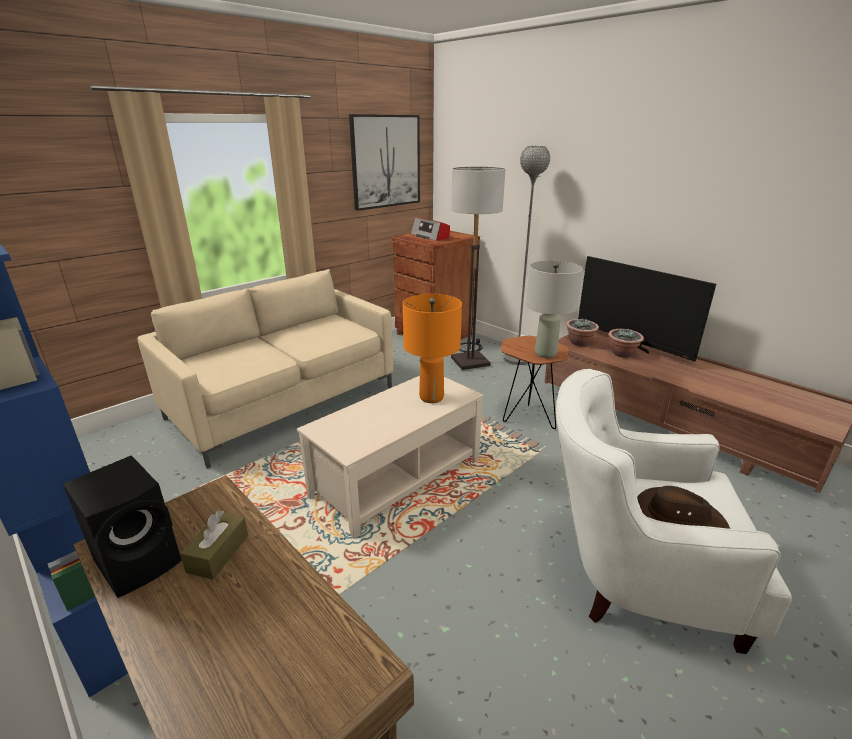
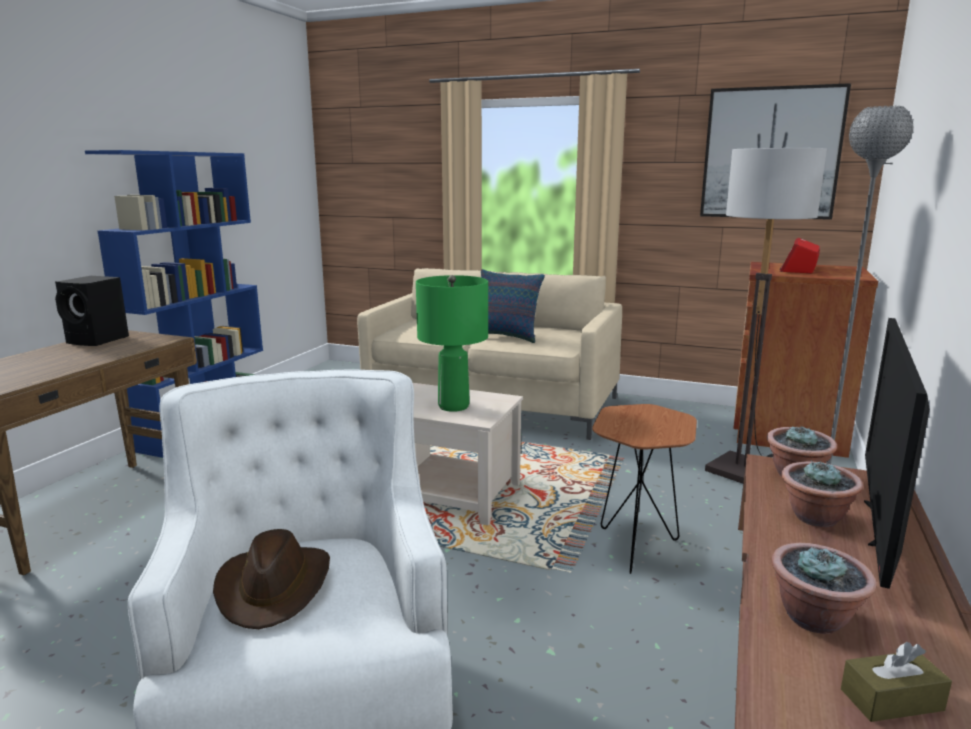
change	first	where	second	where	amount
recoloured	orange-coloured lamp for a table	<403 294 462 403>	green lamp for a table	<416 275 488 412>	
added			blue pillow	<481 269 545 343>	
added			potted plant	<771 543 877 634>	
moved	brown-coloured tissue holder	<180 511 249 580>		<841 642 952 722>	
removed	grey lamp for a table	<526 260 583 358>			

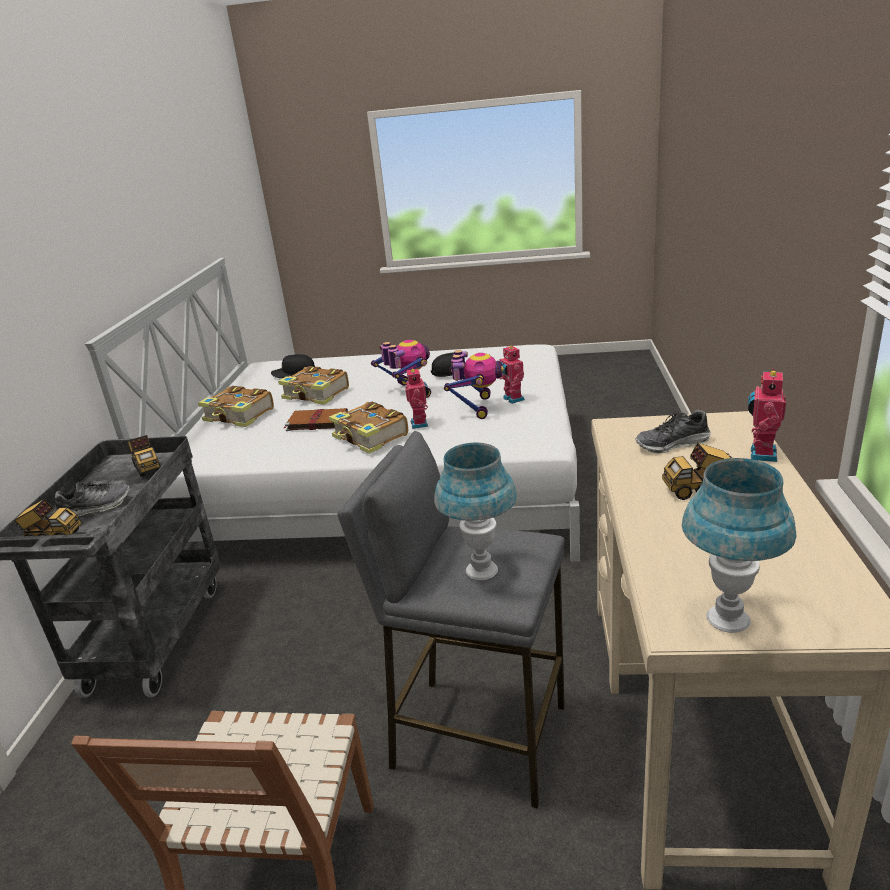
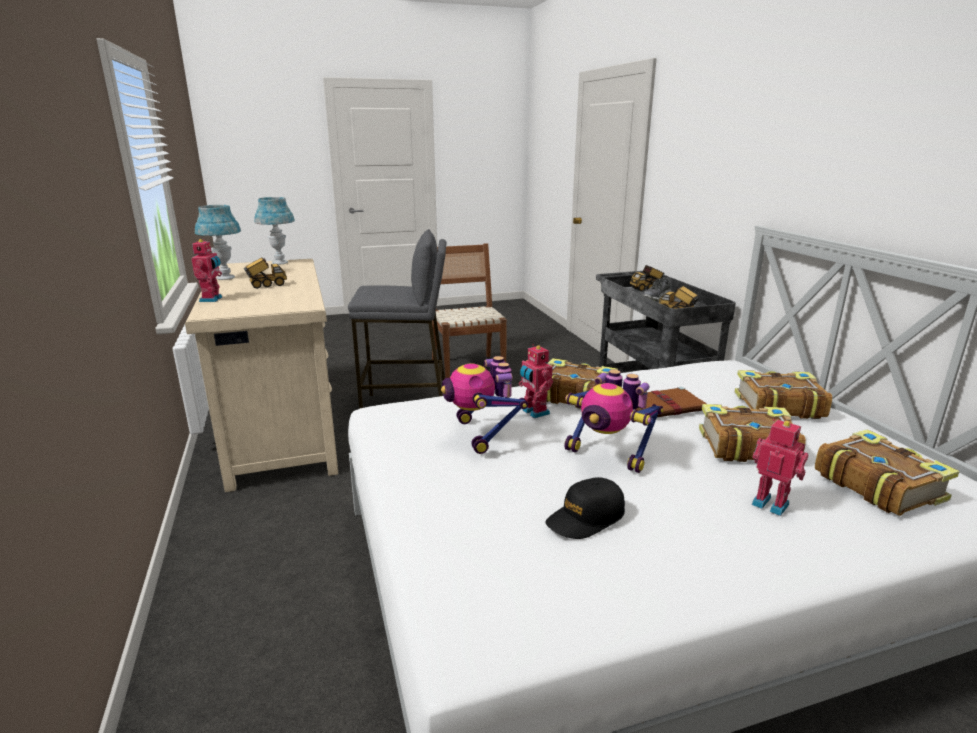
change	first	where	second	where	amount
moved	blue lamp for a table	<434 443 517 581>		<195 205 241 280>	
moved	model robot	<499 345 525 404>		<752 419 808 516>	
replaced	blackish peaked cap	<271 354 315 378>	volume	<815 429 960 516>	
removed	item of footwear	<635 410 711 454>			

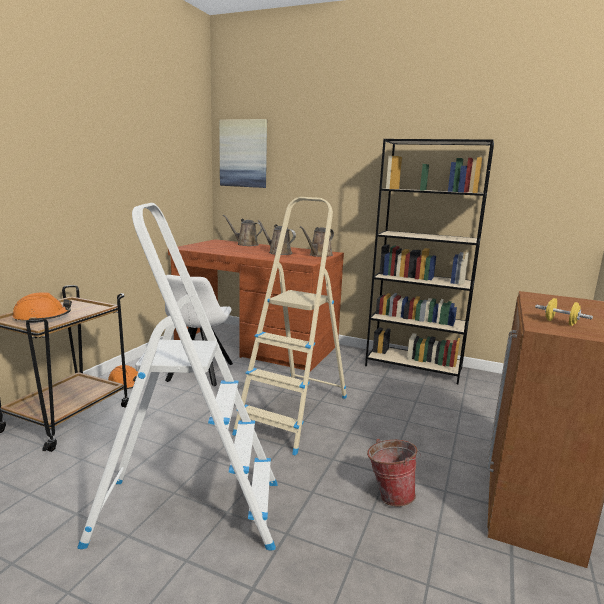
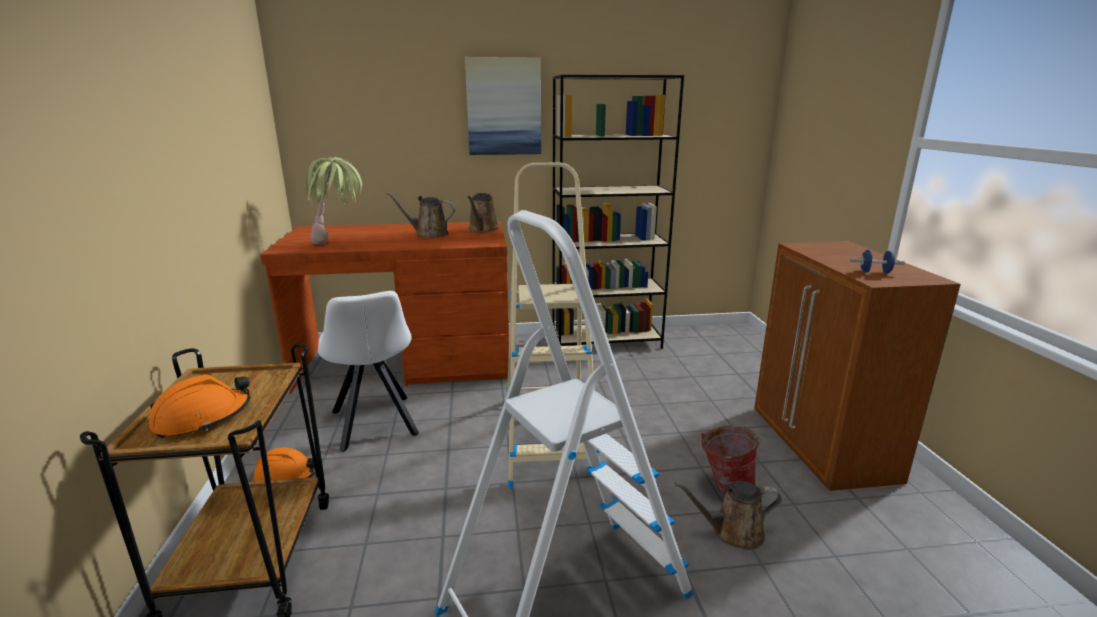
change	first	where	second	where	amount
added			potted plant	<307 157 362 245>	
moved	wall art	<219 119 267 188>		<465 57 541 155>	
moved	brown-coloured watering pot	<223 215 263 246>		<675 481 782 550>	
recoloured	yellow-coloured hand weight	<535 298 593 326>	blue hand weight	<850 250 905 274>	

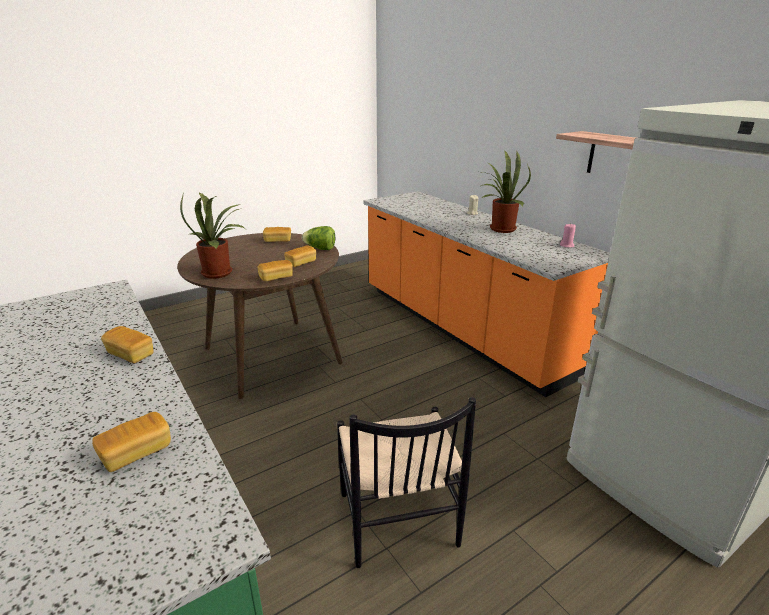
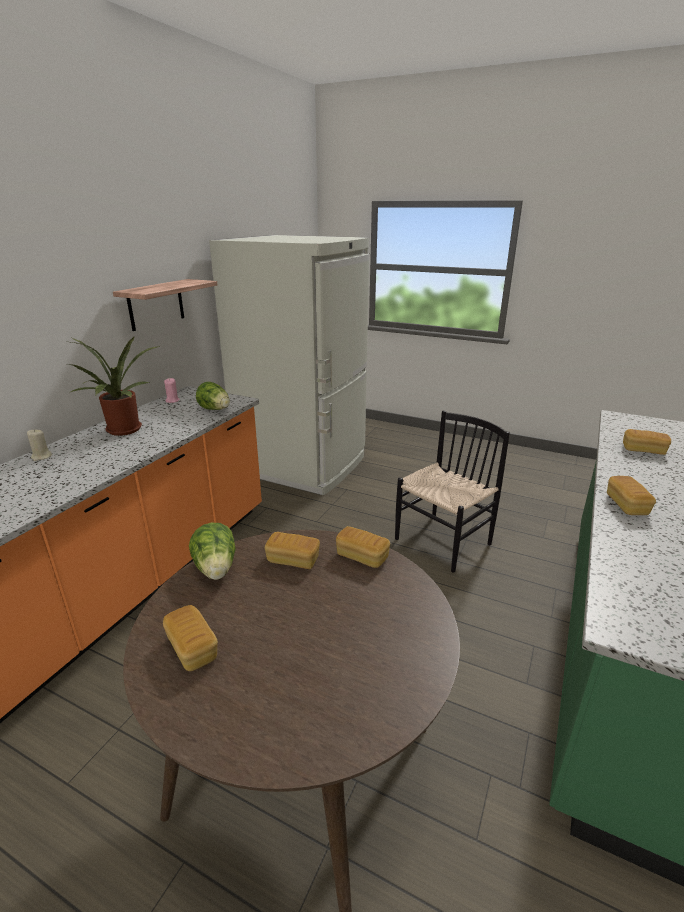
change	first	where	second	where	amount
added			lettuce head	<196 382 230 410>	
removed	potted plant	<180 193 245 279>			

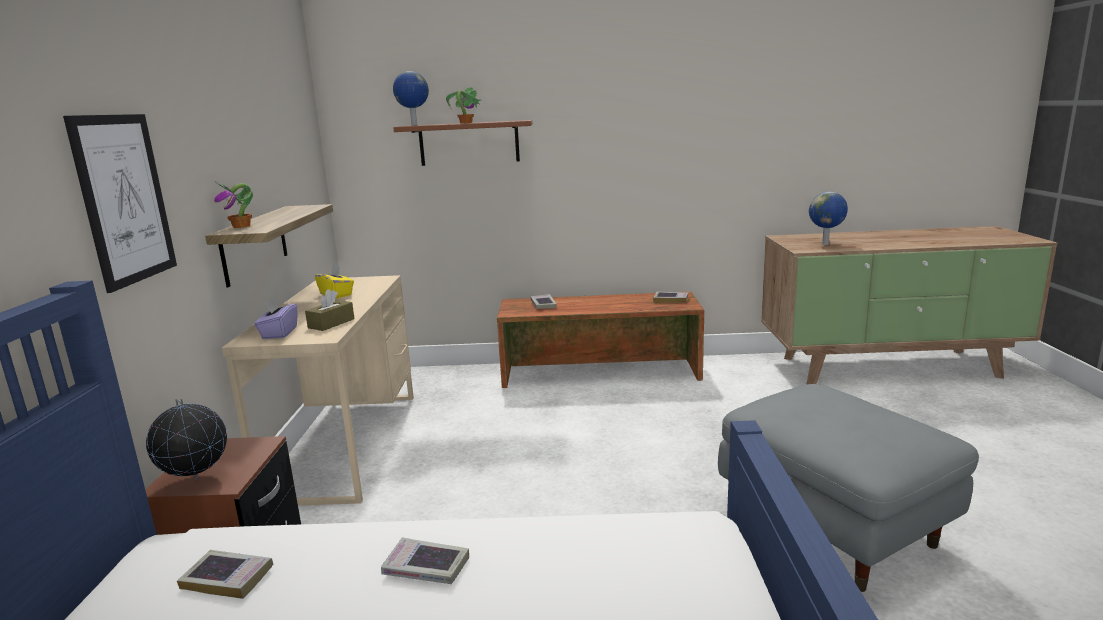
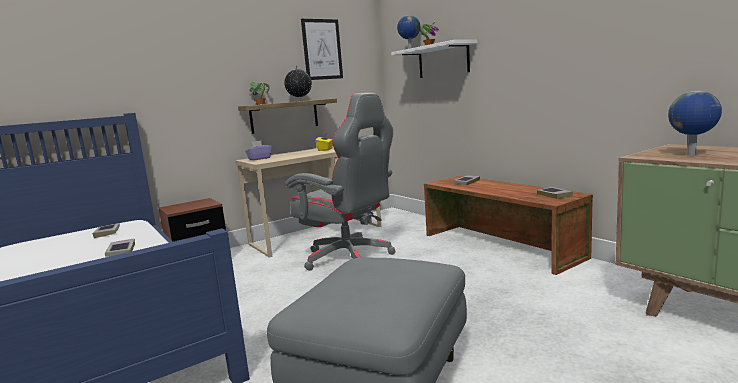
change	first	where	second	where	amount
moved	world globe	<146 399 227 480>		<284 66 312 101>	
added			grey office chair	<285 92 395 271>	
moved	wall art	<63 114 177 293>		<301 19 343 80>	
recoloured	brown-coloured wall shelf	<393 120 533 166>	whitish wall shelf	<391 40 477 78>	
removed	brown-coloured tissue holder	<305 289 355 331>			

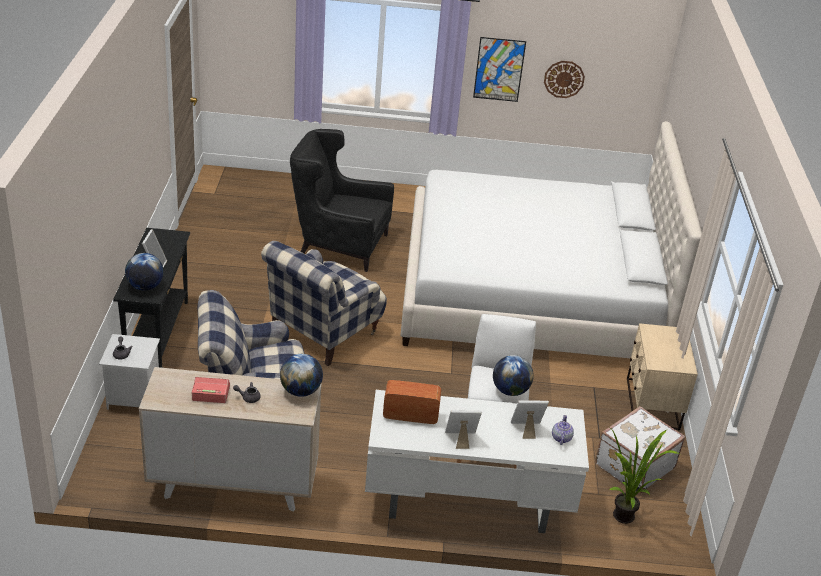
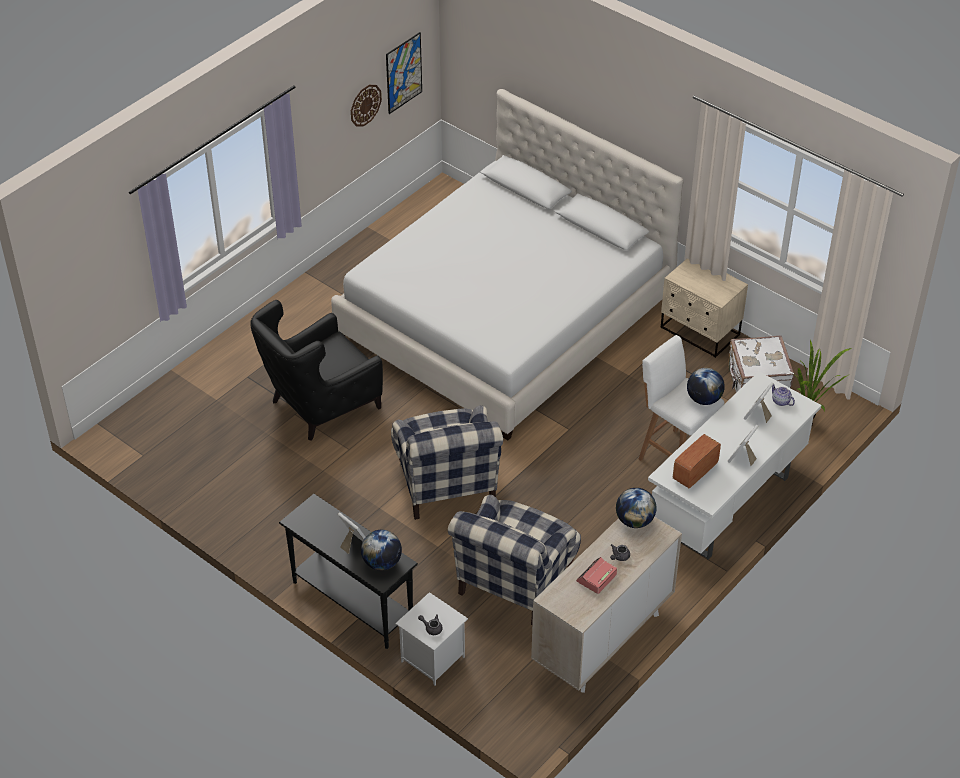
change	first	where	second	where	amount
moved	wall art	<473 37 526 102>		<386 32 422 114>	

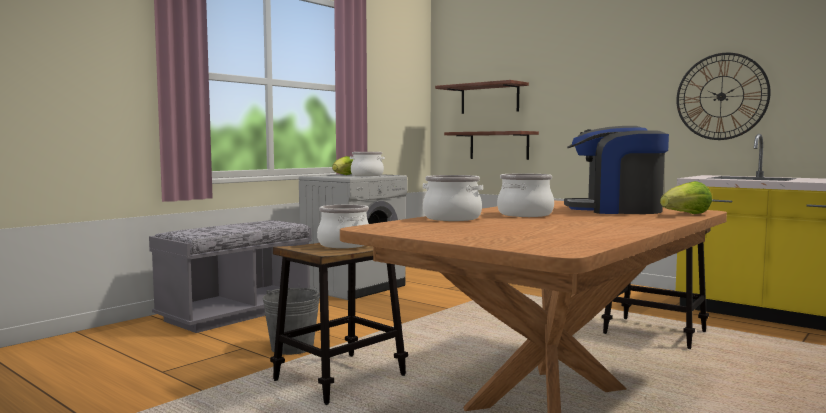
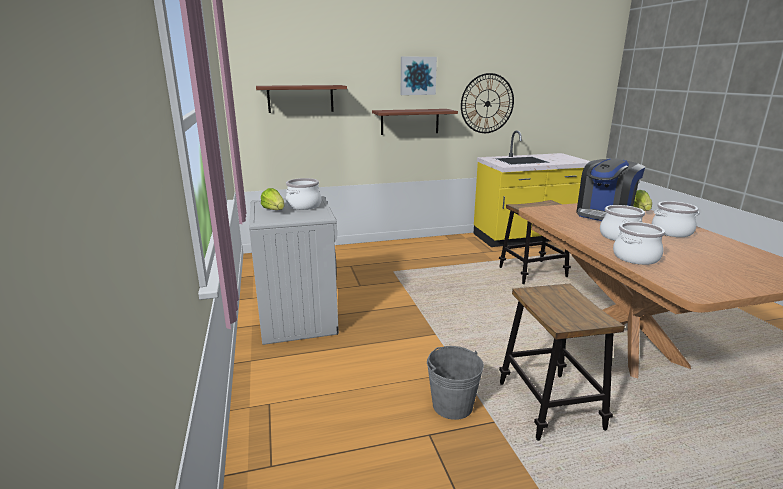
change	first	where	second	where	amount
moved	wall shelf	<444 131 539 160>		<372 109 458 135>	
added			wall art	<401 57 437 95>	
moved	stockpot	<317 205 369 248>		<652 201 699 237>	
removed	grey bench	<149 220 312 333>			

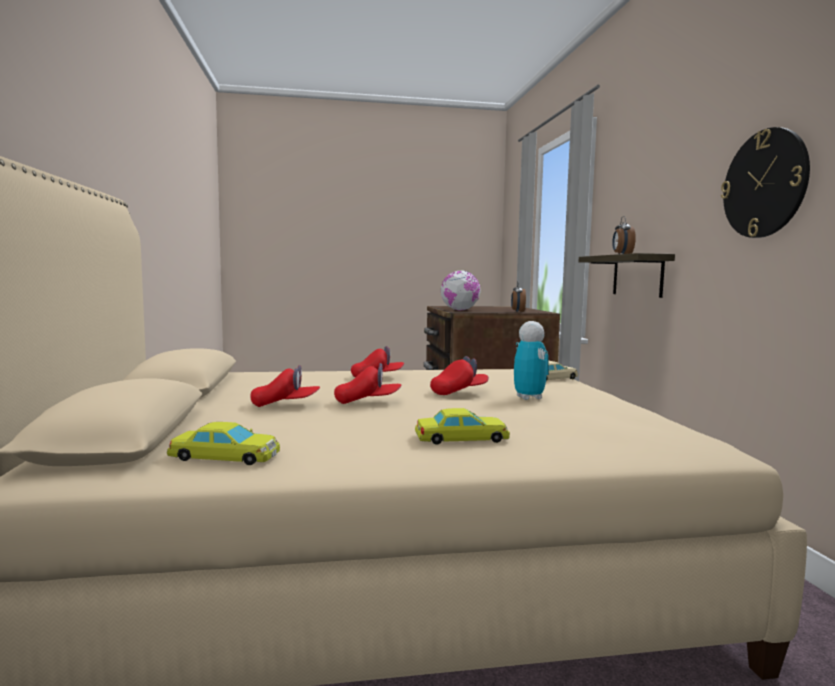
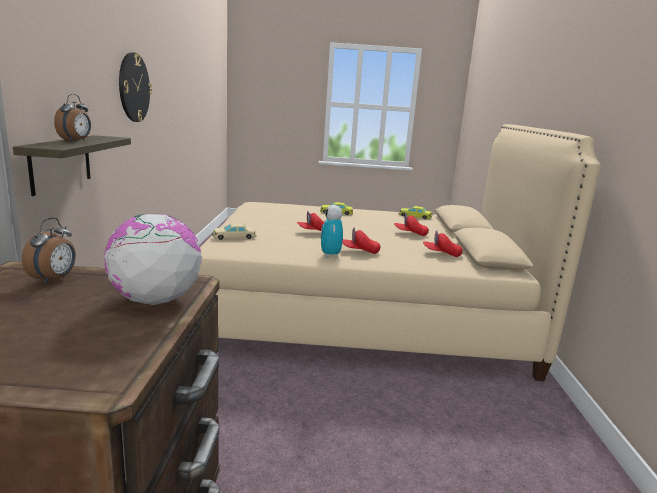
change	first	where	second	where	amount
moved	model robot	<514 321 549 400>		<321 205 343 258>	
moved	red-coloured peaked cap	<334 363 401 404>		<423 230 463 257>	

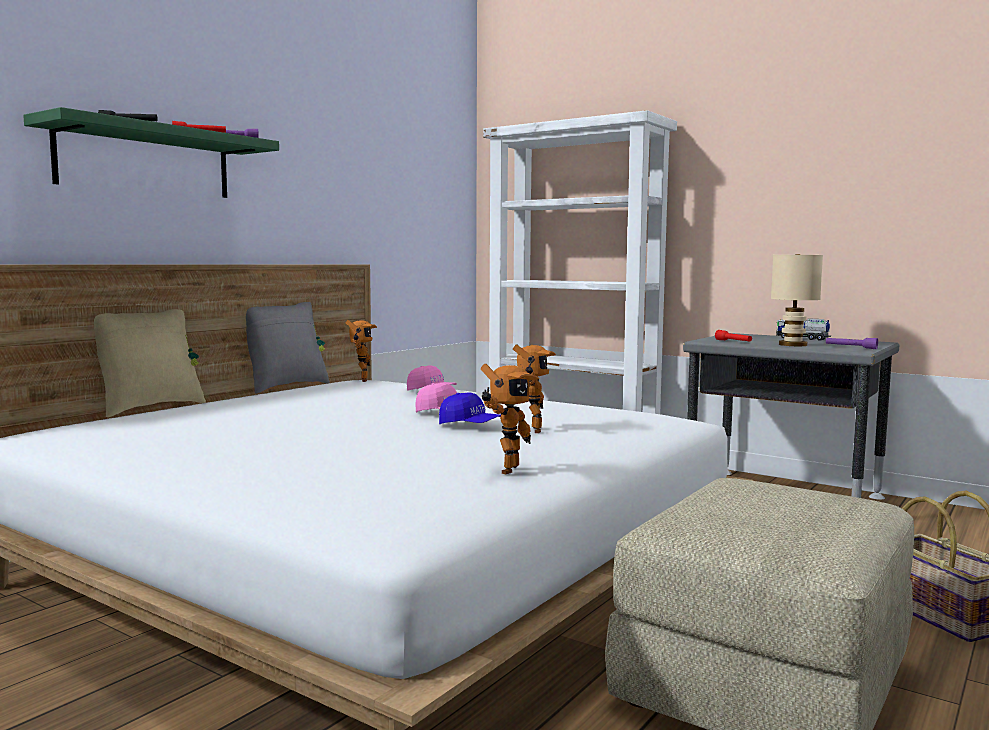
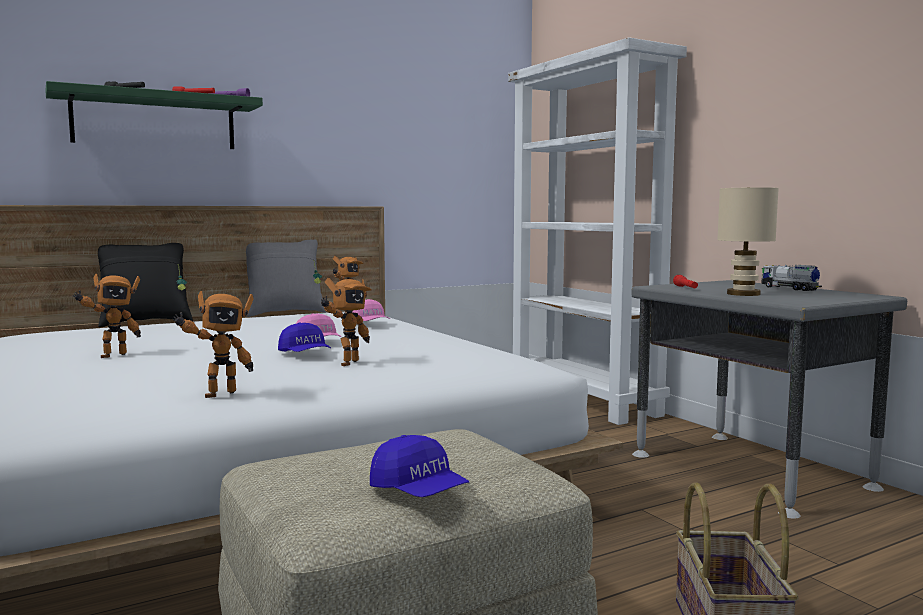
change	first	where	second	where	amount
added			model robot	<72 274 141 358>	
recoloured	sand-coloured pillow	<94 309 206 417>	blackish pillow	<98 243 193 328>	
added			blue peaked cap	<370 435 469 497>	
removed	purplish torch	<826 338 878 349>			

